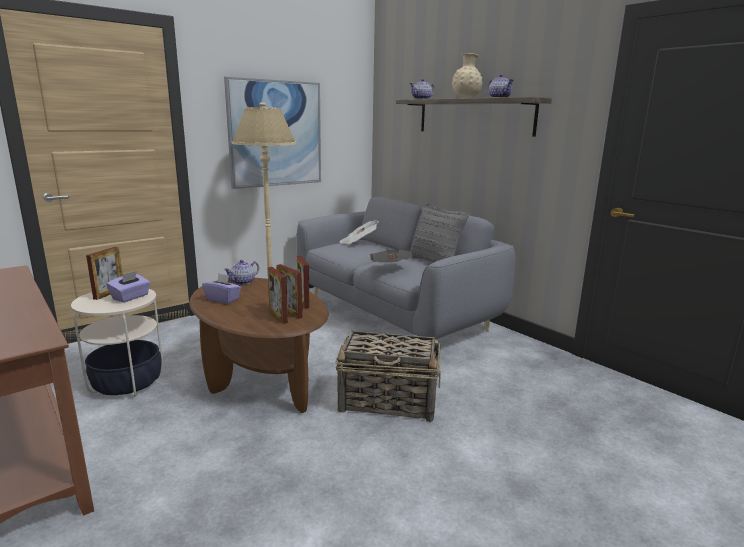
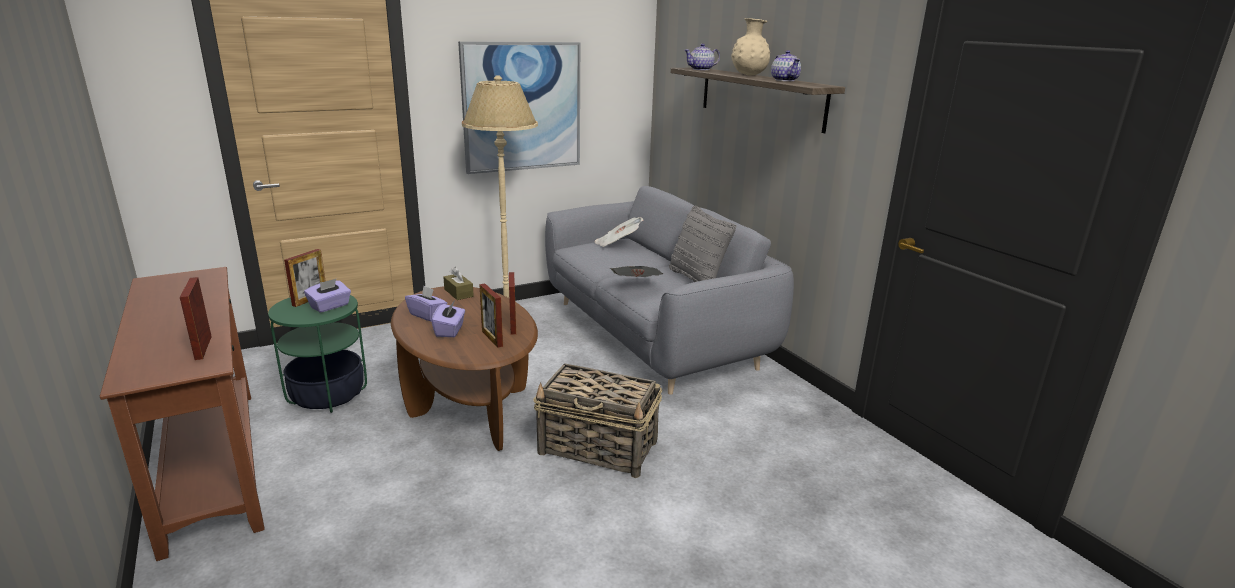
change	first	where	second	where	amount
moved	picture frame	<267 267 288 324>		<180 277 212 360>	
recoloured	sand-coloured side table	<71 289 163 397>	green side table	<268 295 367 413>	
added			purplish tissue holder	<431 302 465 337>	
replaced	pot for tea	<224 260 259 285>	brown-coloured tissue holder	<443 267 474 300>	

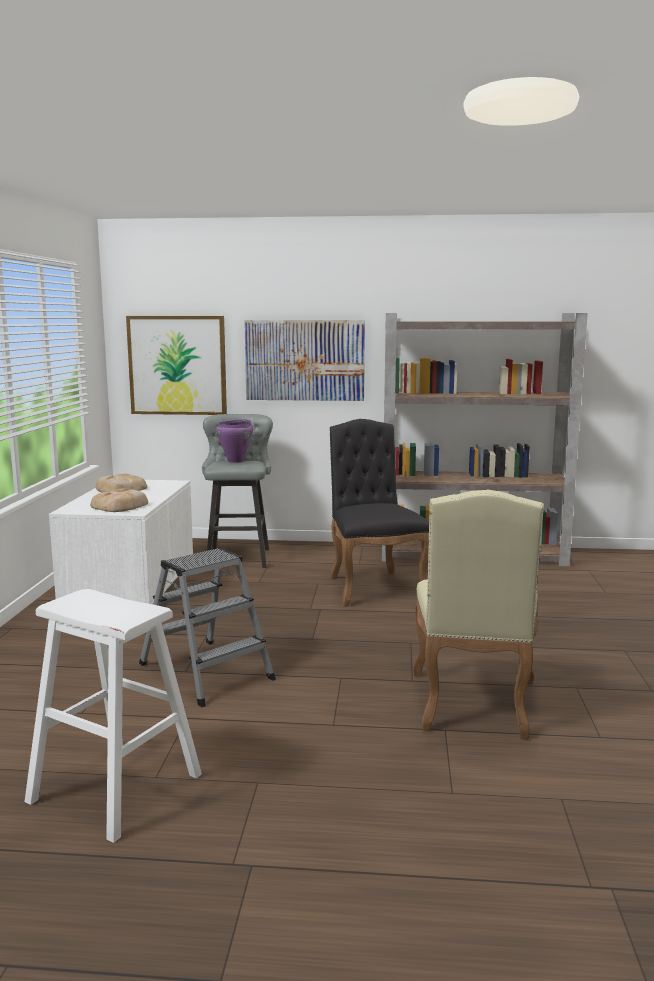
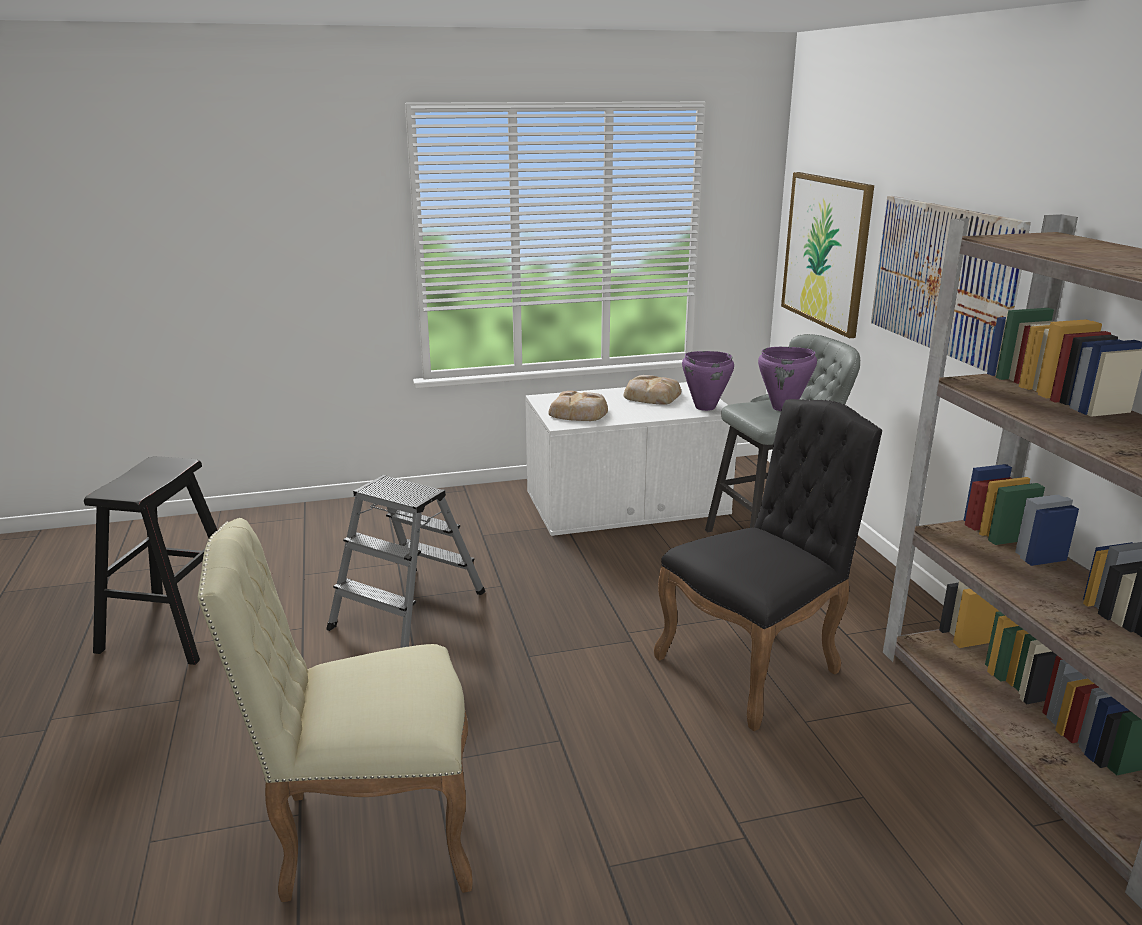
change	first	where	second	where	amount
recoloured	whitish stool seat	<25 589 202 843>	blackish stool seat	<84 456 217 665>	
added			purplish stockpot	<682 351 734 411>	

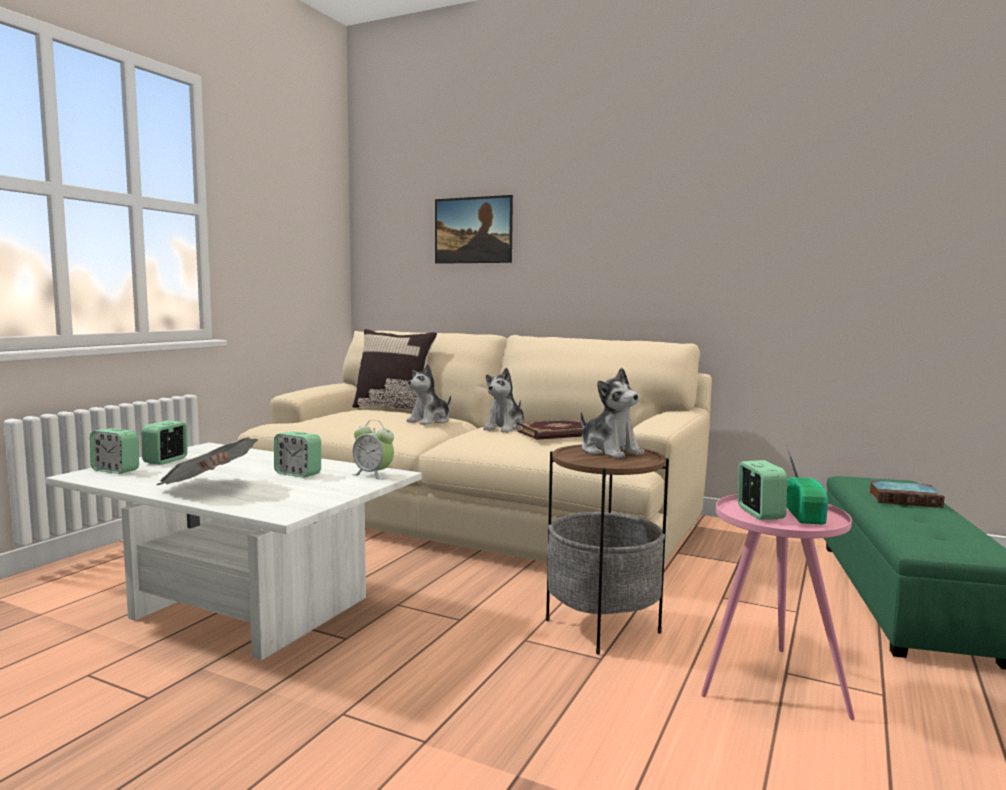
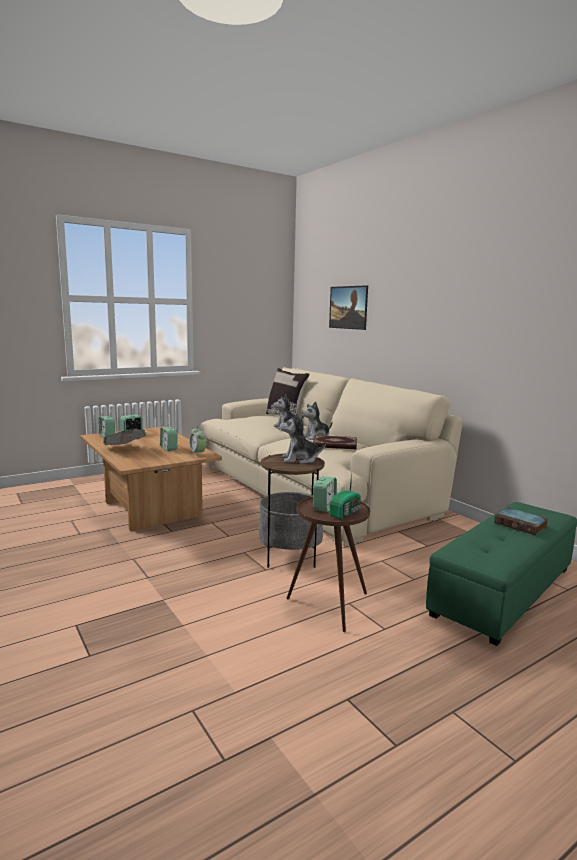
change	first	where	second	where	amount
recoloured	whitish lounge table	<46 443 422 661>	brown-coloured lounge table	<81 426 222 531>	
turned	soft toy	<580 368 644 459>		<280 413 326 464>	90 degrees clockwise
recoloured	pink-coloured side table	<701 494 855 720>	brown-coloured side table	<287 496 370 632>	

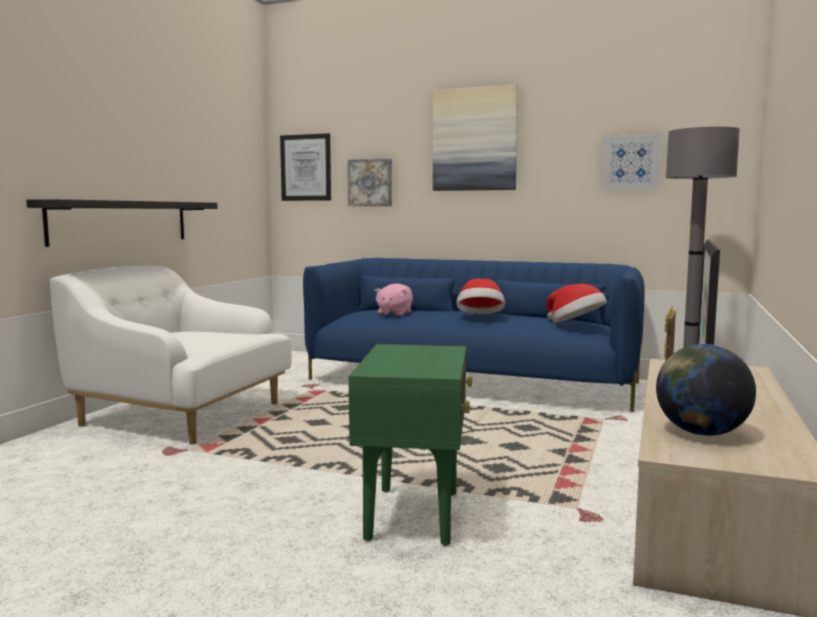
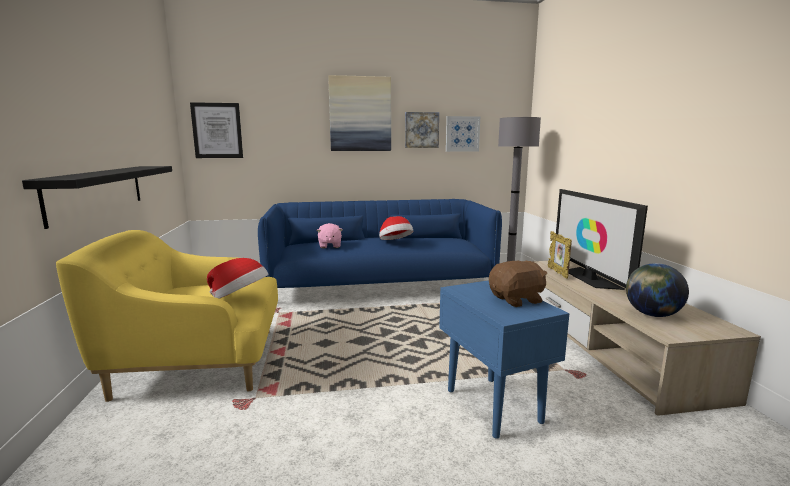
change	first	where	second	where	amount
recoloured	whitish easy chair	<50 266 292 445>	yellow-coloured easy chair	<56 230 278 402>	
moved	hat	<546 284 607 322>		<207 258 268 299>	
moved	wall art	<348 158 392 206>		<405 112 439 148>	
recoloured	green side table	<349 344 472 546>	blue side table	<439 280 569 439>	
added			brown-coloured soft toy	<489 260 548 307>	

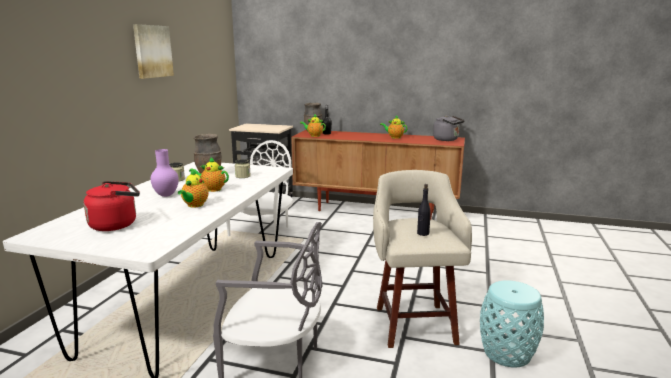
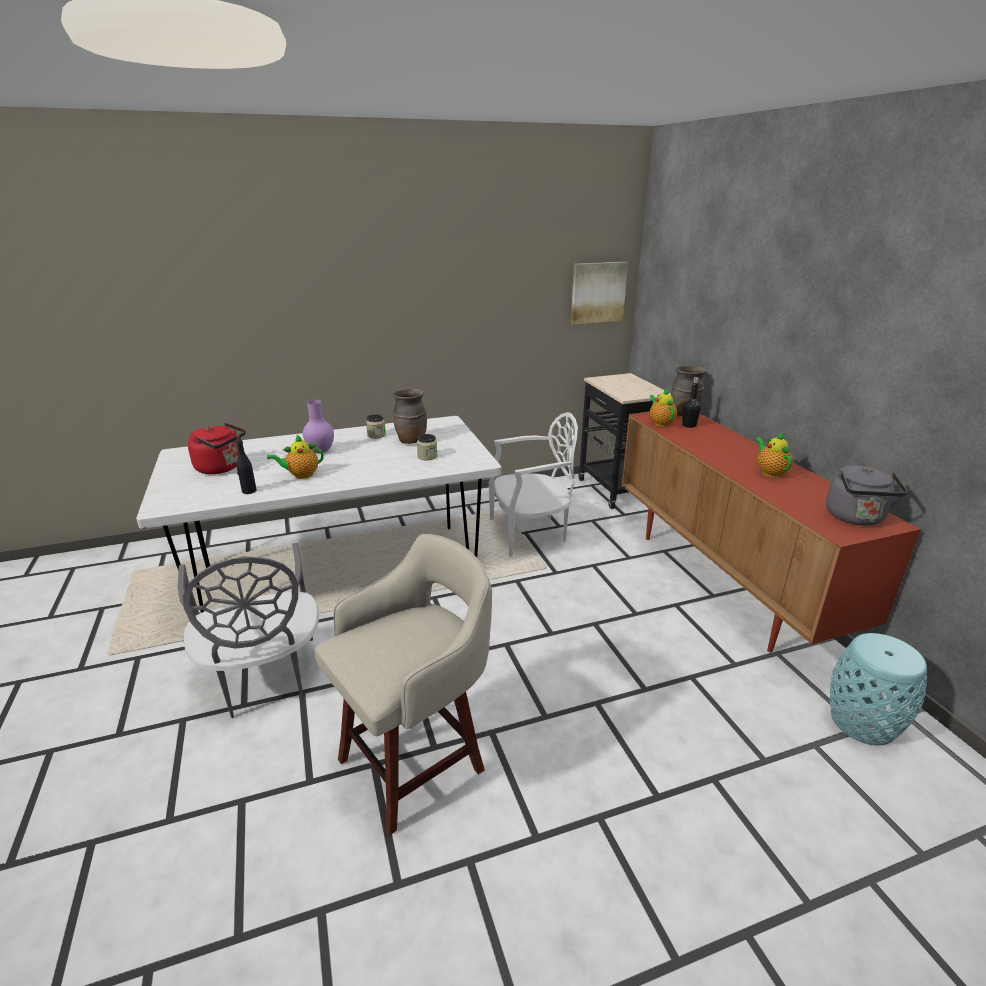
change	first	where	second	where	amount
moved	blackish beverage bottle	<417 184 431 236>		<236 435 257 494>	
moved	wall art	<133 24 174 79>		<571 262 628 324>	
moved	turquoise-coloured stool seat	<480 280 544 368>		<830 633 927 746>	
removed	pot for tea	<189 157 229 192>			

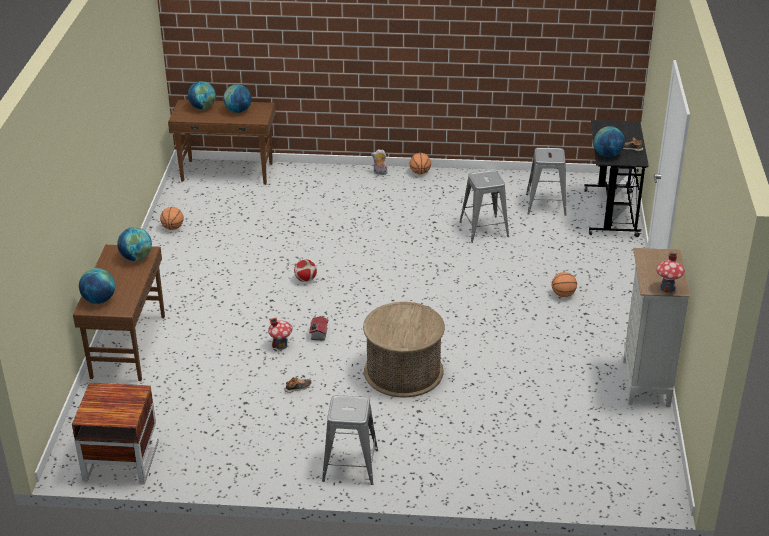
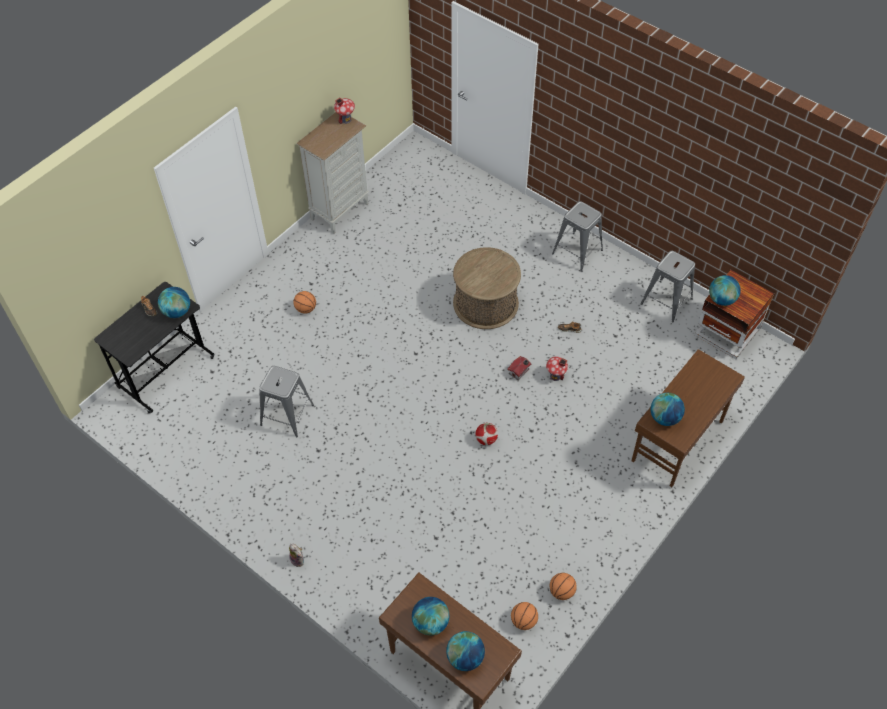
change	first	where	second	where	amount
moved	basketball ball	<409 153 431 174>		<511 602 538 630>	
moved	grey stool seat	<526 148 567 216>		<641 251 695 323>	
moved	world globe	<79 268 115 304>		<709 275 741 306>	

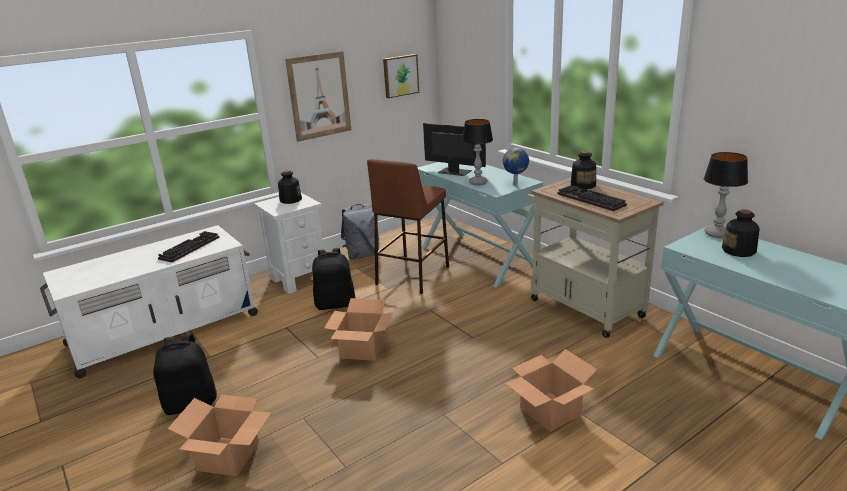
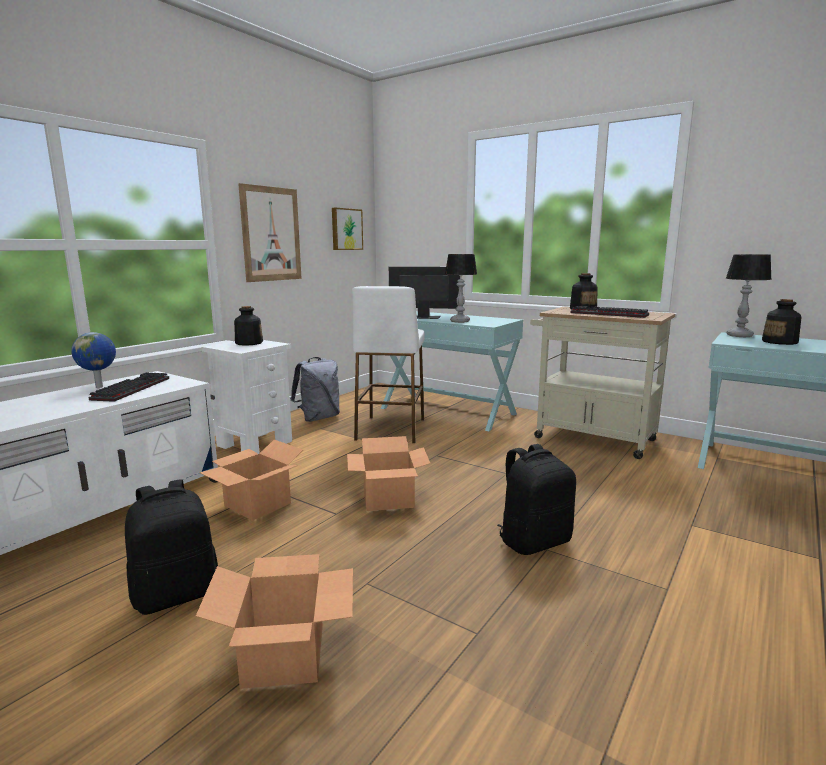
change	first	where	second	where	amount
moved	world globe	<503 148 529 186>		<71 332 116 388>	
moved	packing box	<505 349 598 432>		<199 440 303 521>	
recoloured	brown-coloured stool seat	<367 159 449 294>	whitish stool seat	<352 286 424 443>	
moved	blackish backpack	<312 248 356 310>		<497 444 576 555>	

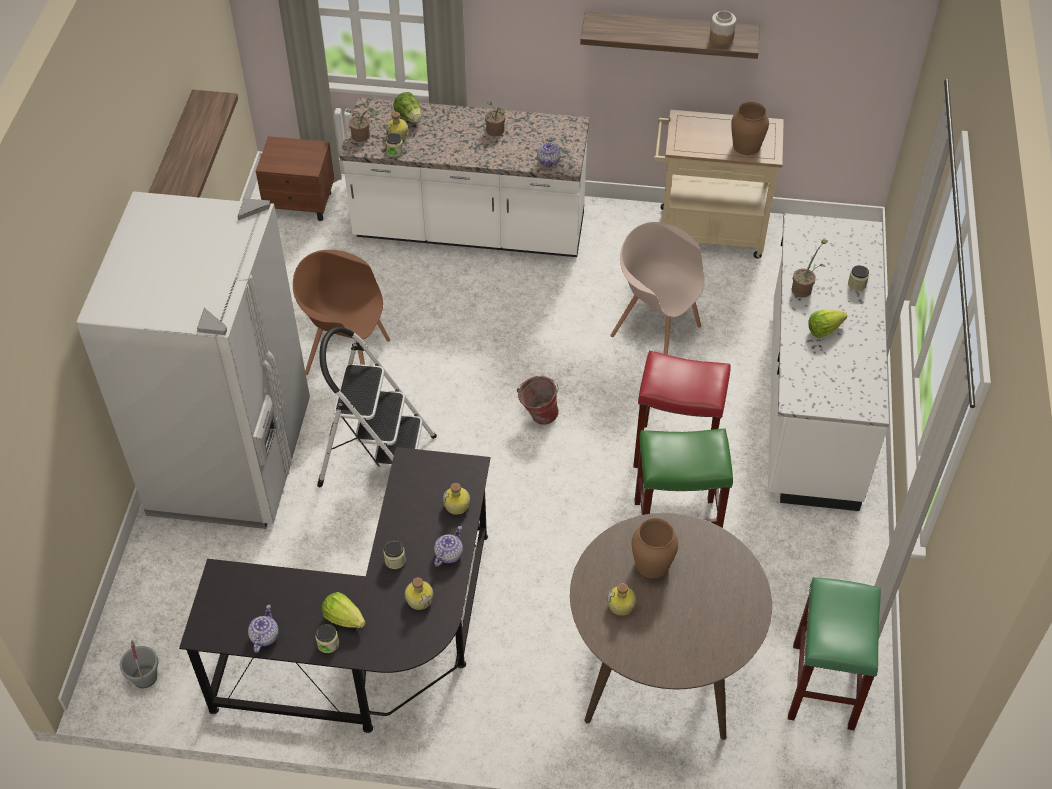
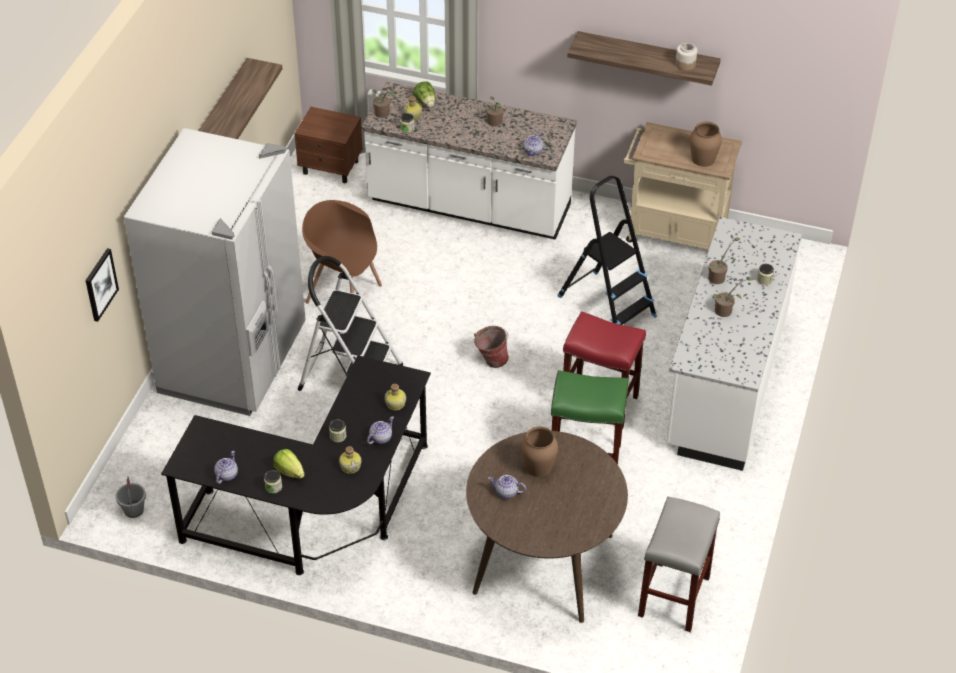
change	first	where	second	where	amount
added			wall art	<85 248 119 322>	
replaced	beverage bottle	<607 583 636 616>	pot for tea	<488 475 526 499>	
replaced	sand-coloured upright chair	<610 222 704 355>	blackish step stool	<557 176 657 325>	
recoloured	green stool seat	<788 577 881 730>	grey stool seat	<638 496 720 632>	
replaced	lettuce head	<808 309 847 338>	potted plant	<712 277 754 317>	

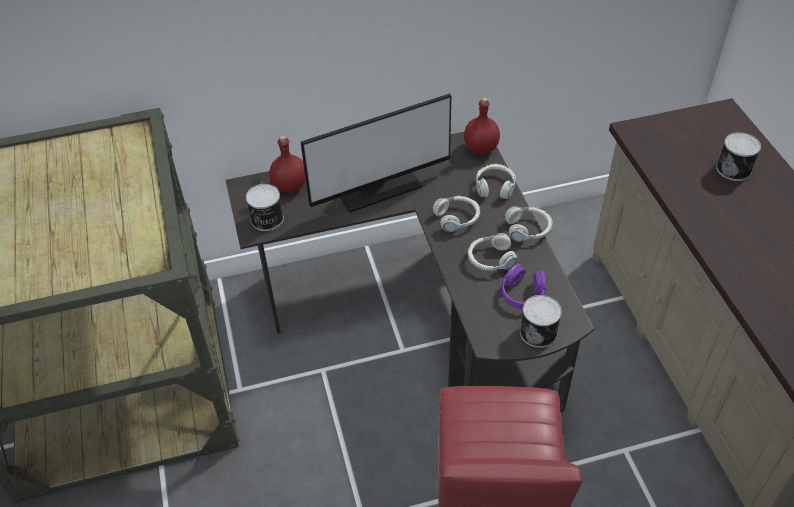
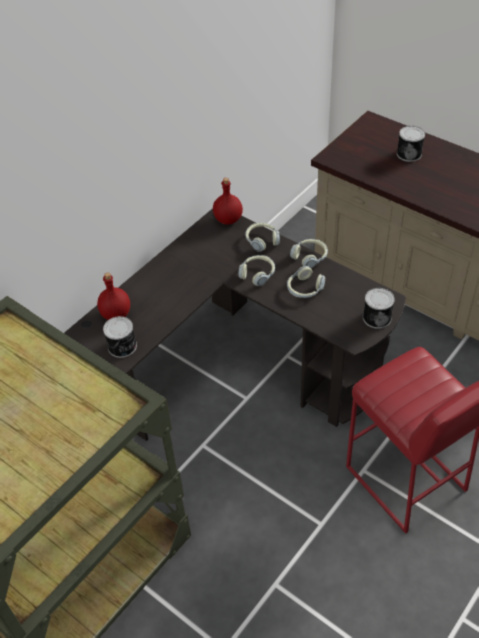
change	first	where	second	where	amount
removed	monitor	<301 93 451 213>			
removed	purplish headset	<502 264 547 309>			

